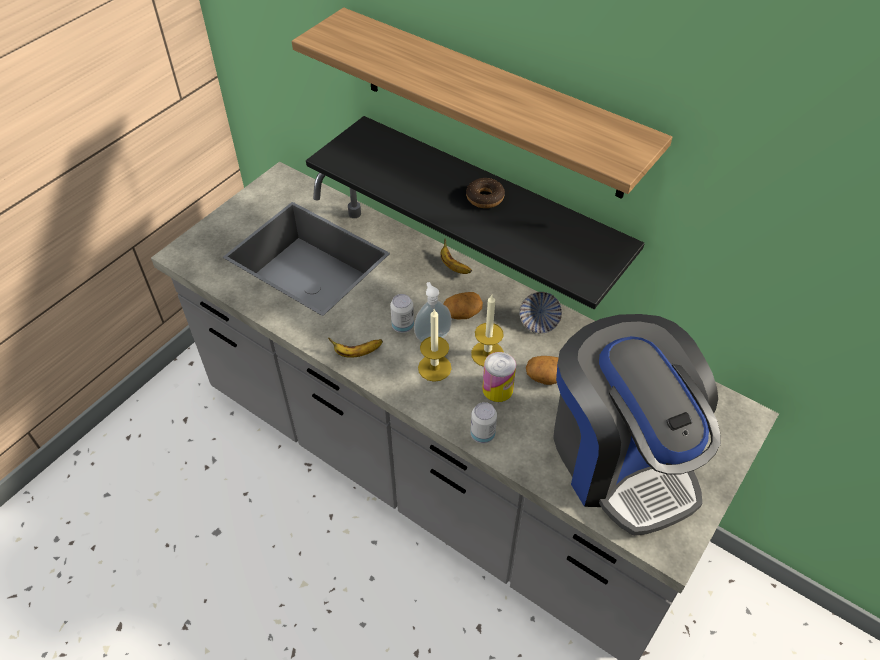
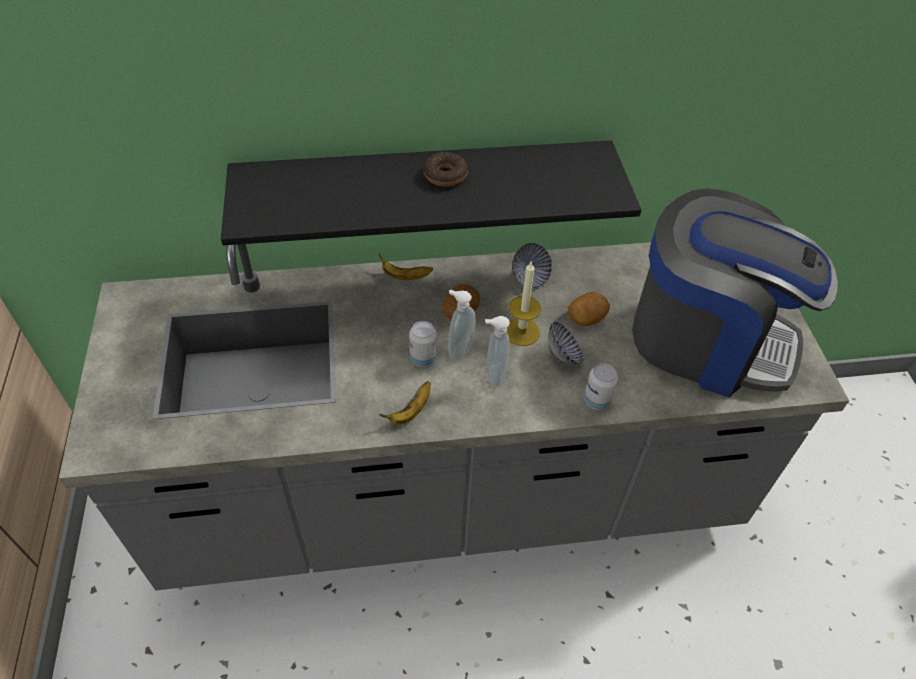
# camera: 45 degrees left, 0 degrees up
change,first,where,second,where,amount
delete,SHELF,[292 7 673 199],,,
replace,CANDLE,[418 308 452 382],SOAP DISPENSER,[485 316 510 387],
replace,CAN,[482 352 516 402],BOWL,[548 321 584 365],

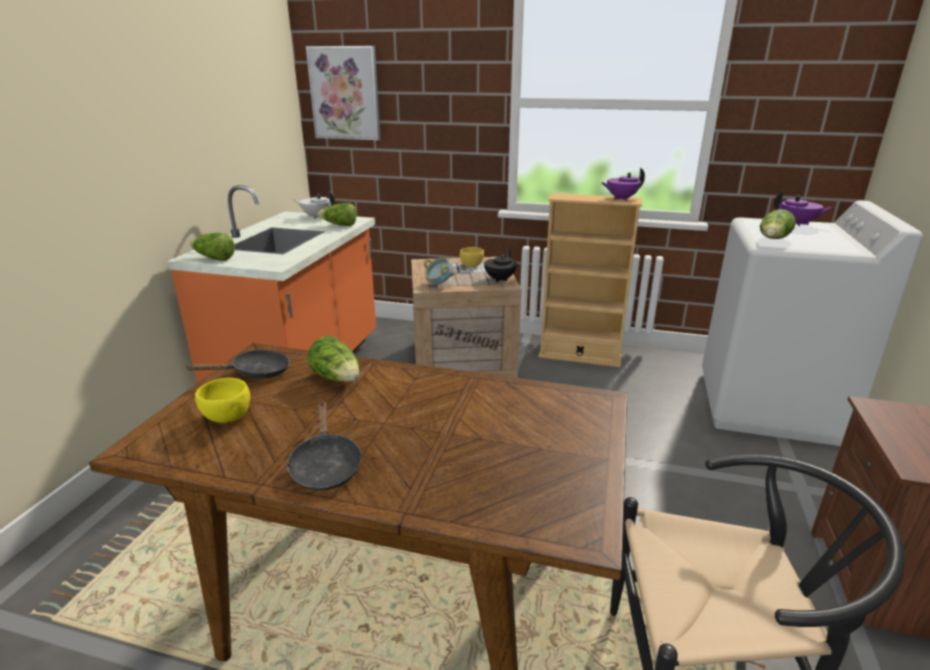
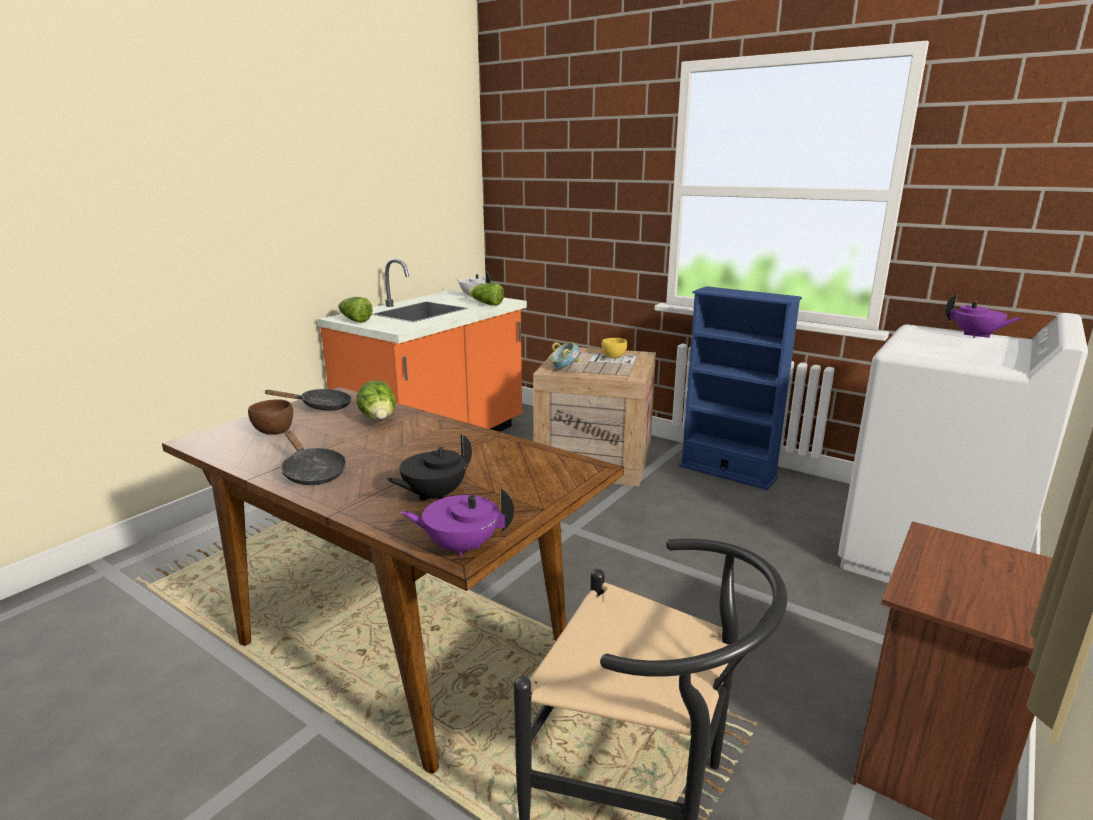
# camera: 20 degrees right, 5 degrees down
change,first,where,second,where,amount
delete,PICTURE,[306 46 381 140],,,
move,PURPLE TEAPOT,[601 168 645 200],,[401 488 514 557],
recolor,BEIGE BOOKCASE,[538 193 642 367],BLUE BOOKCASE,[679 286 802 490],
delete,LETTUCE,[760 209 796 239],,,
move,BLACK TEAPOT,[484 247 517 282],,[386 434 472 501],
recolor,YELLOW BOWL,[195 378 250 423],BROWN BOWL,[248 399 293 435],
rotate,BLACK FRYING PAN,[286 401 363 491],,[281 431 346 485],45 degrees counterclockwise

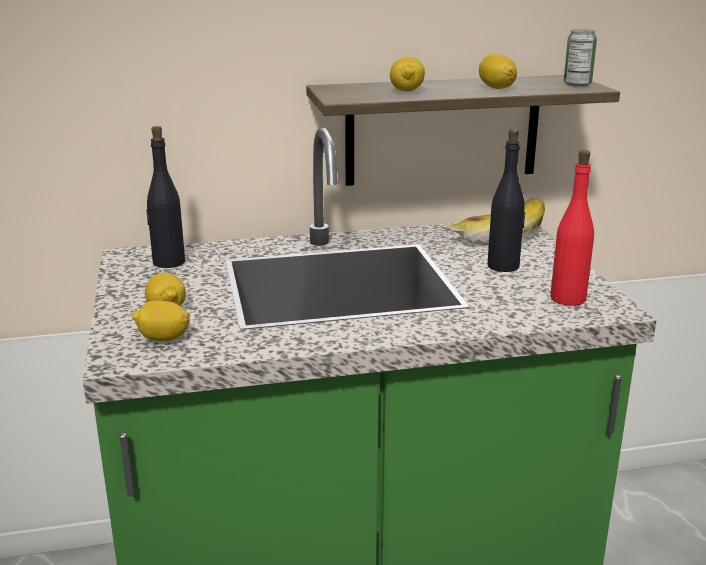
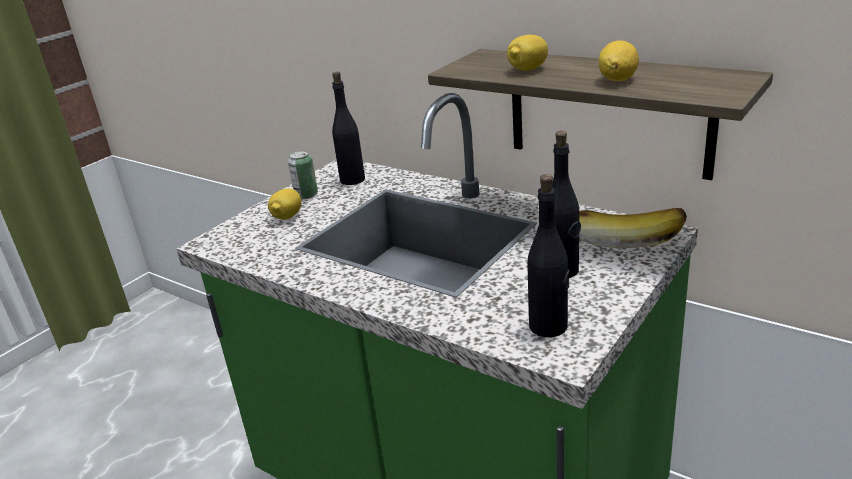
# camera: 50 degrees right, 5 degrees up
change,first,where,second,where,amount
move,CAN,[564 29 597 87],,[288 150 318 199],
recolor,RED BOTTLE,[550 150 594 306],BLACK BOTTLE,[527 174 569 337],
delete,LEMON,[132 300 190 341],,,

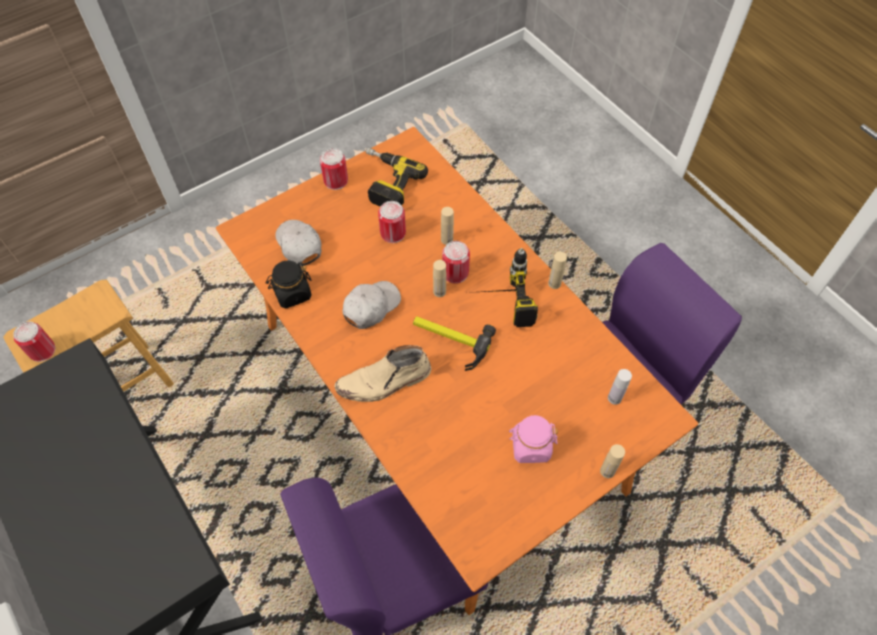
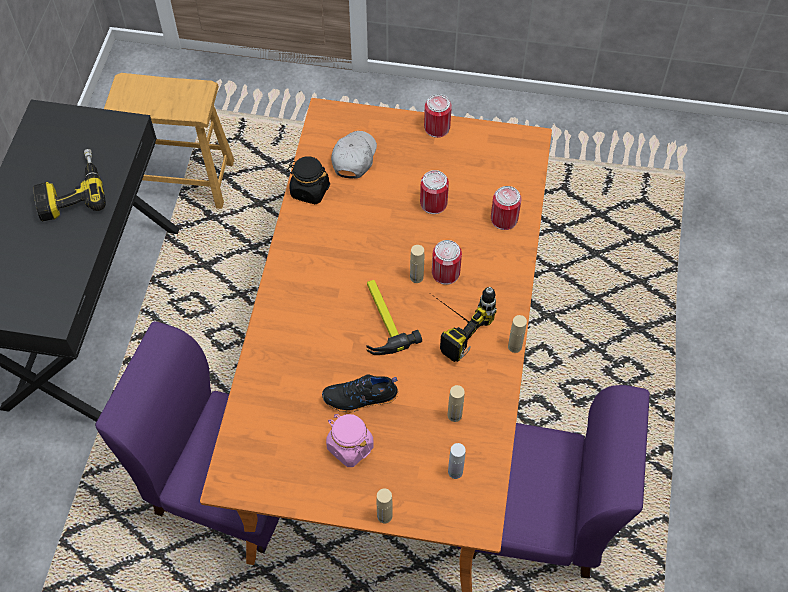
# camera: 45 degrees right, 0 degrees up
change,first,where,second,where,amount
move,POWER DRILL,[366 147 428 207],,[33 149 106 221],
move,BEIGE BOTTLE,[441 207 454 245],,[448 385 465 422],
delete,WHITE CAP,[343 281 401 329],,,
move,CAN,[13 321 55 362],,[491 186 522 230],
delete,BEIGE BOOT,[334 345 431 402],,,
insert,,,BLACK SHOE,[322 374 398 413],

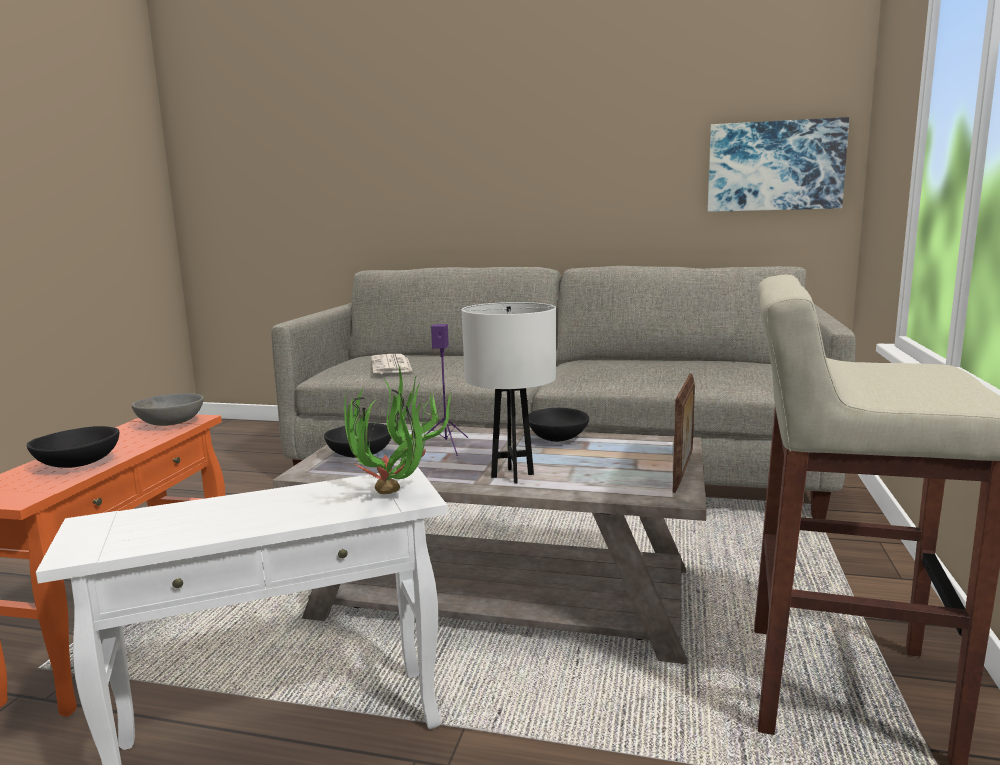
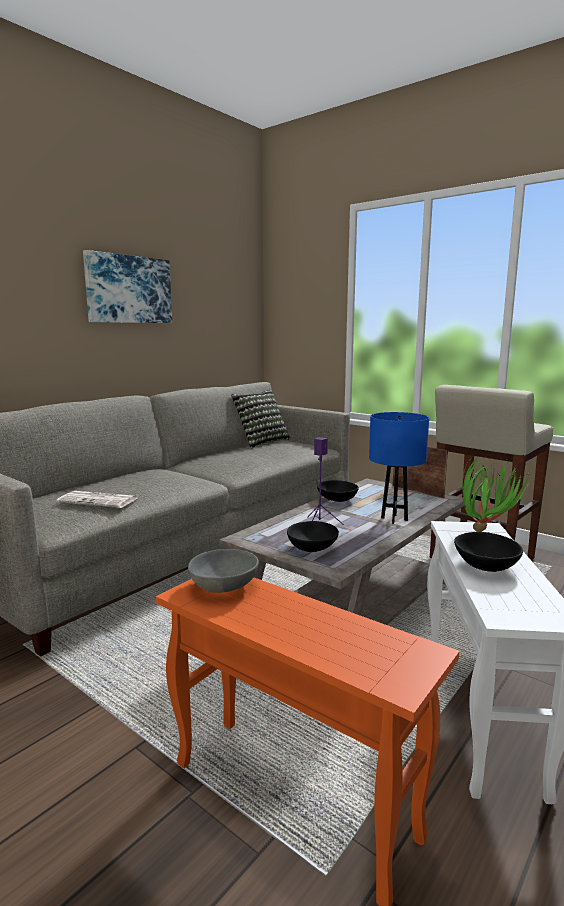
# camera: 65 degrees left, 0 degrees up
change,first,where,second,where,amount
move,PICTURE,[708 117 849 212],,[83 250 172 323],
recolor,WHITE TABLE LAMP,[462 302 556 484],BLUE TABLE LAMP,[369 412 429 524],
move,BLACK BOWL,[27 426 119 468],,[454 532 523 572],
insert,,,PILLOW,[231 389 290 448],

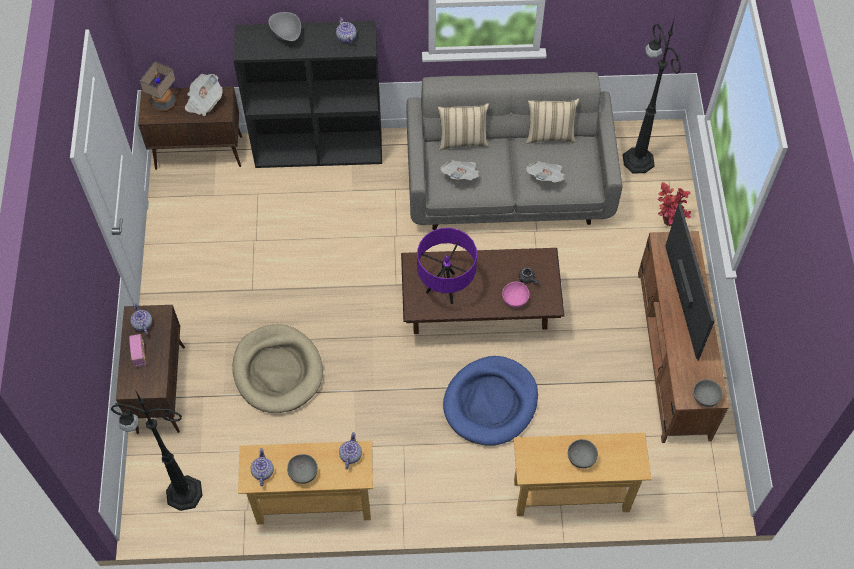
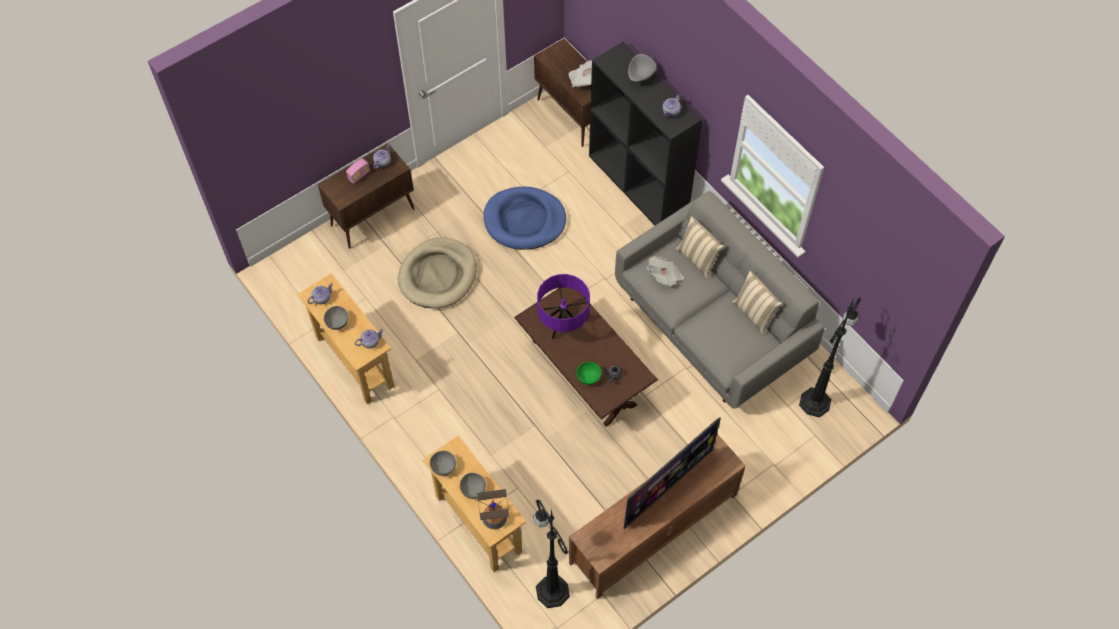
# camera: 55 degrees right, 0 degrees up
change,first,where,second,where,amount
move,TABLE LAMP,[140 61 175 111],,[477 489 509 529],
delete,NEWSPAPER,[526 161 564 183],,,
delete,POTTED PLANT,[658 182 691 226],,,
recolor,PINK BOWL,[502 282 529 308],GREEN BOWL,[577 362 601 385],
move,BLUE DOG BED,[443 356 538 446],,[484 187 566 250],
move,GREY BOWL,[693 379 723 407],,[430 451 456 476],
move,BLACK FLOOR LAMP,[111 391 203 511],,[533 500 570 608],

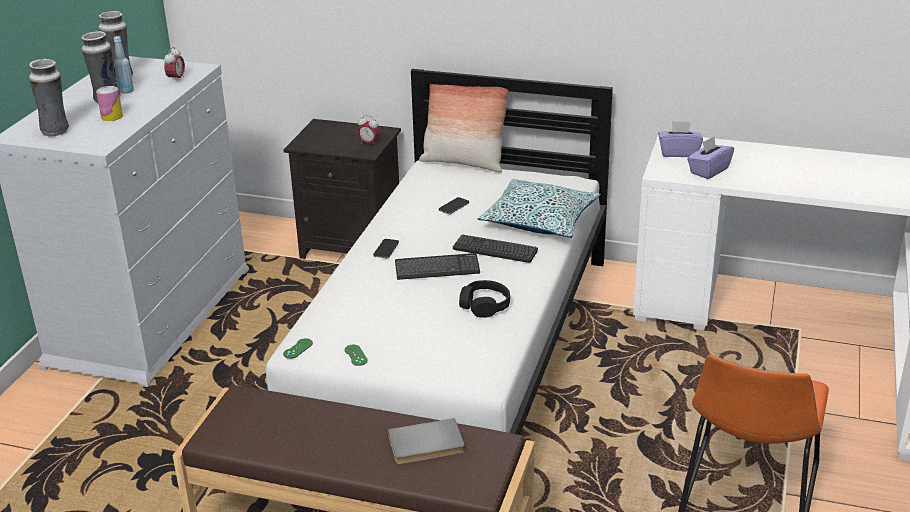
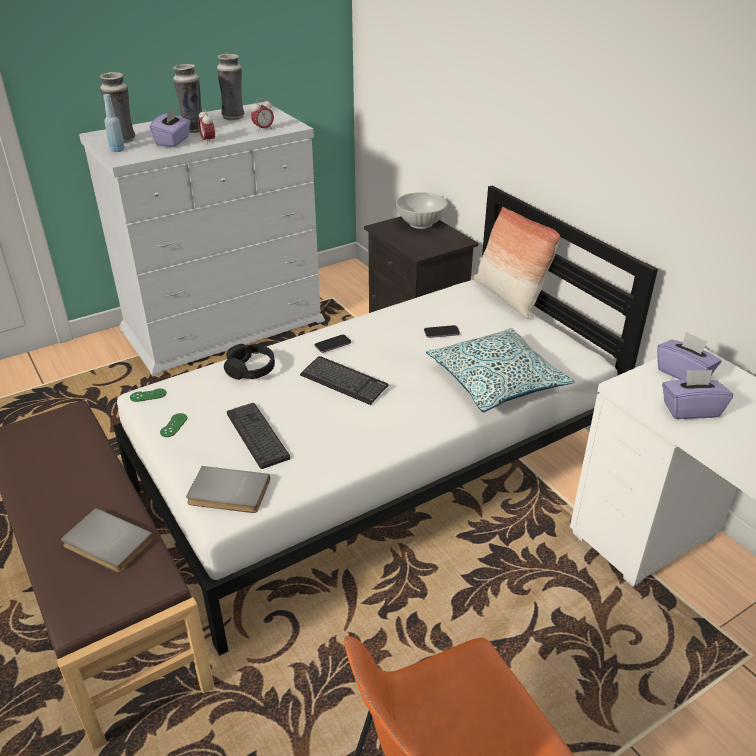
# camera: 40 degrees right, 5 degrees up
change,first,where,second,where,amount
move,BLUE BOTTLE,[114 36 134 93],,[103 94 125 152],
replace,CAN,[96 86 123 121],PURPLE TISSUE BOX,[150 108 191 147],
move,ALARM CLOCK,[357 115 380 146],,[198 109 215 145],
move,KEYBOARD,[453 234 538 263],,[227 403 290 469],
move,BLACK HEADPHONES,[459 280 510 318],,[224 344 275 380],
insert,,,WHITE BOWL,[396 192 448 229],
insert,,,GREY BOOK,[186 466 270 513],

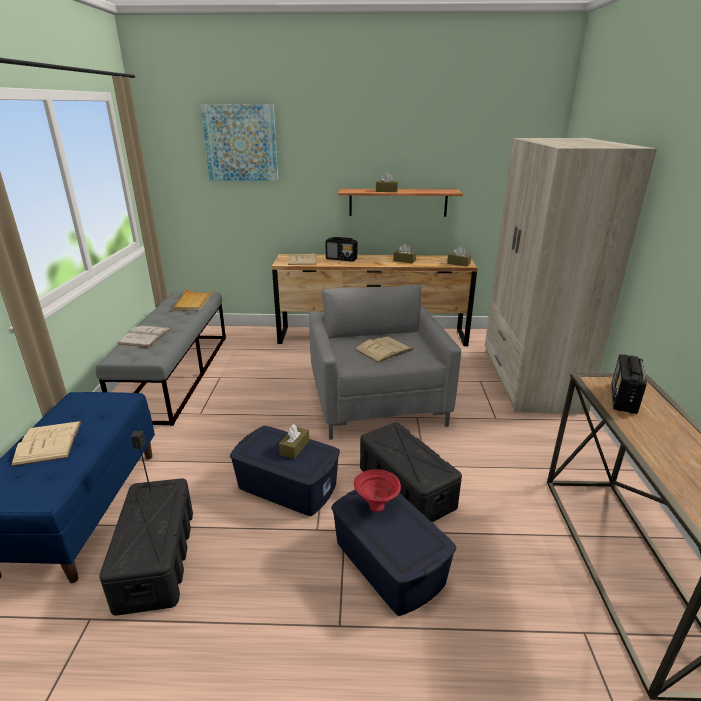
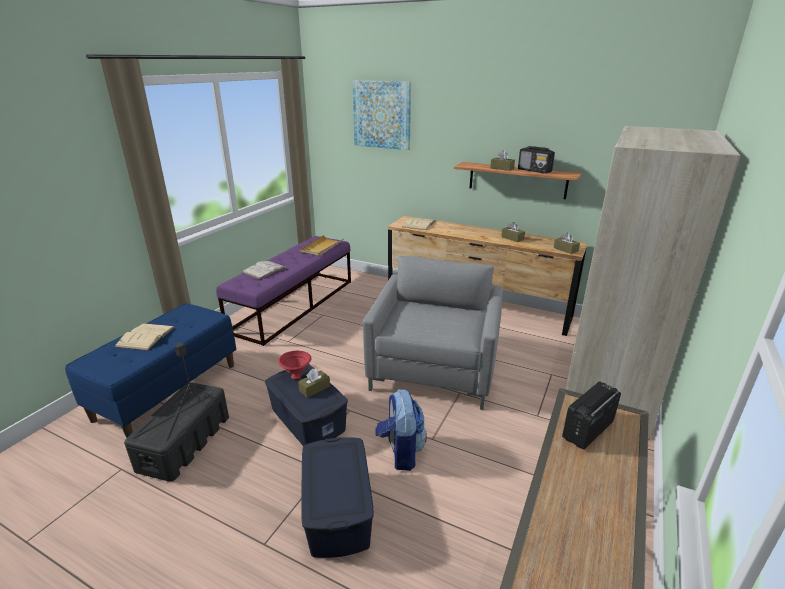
# camera: 25 degrees right, 0 degrees up
change,first,where,second,where,amount
move,RADIO,[325 237 357 262],,[518 146 555 174],
recolor,GREY BENCH,[96 291 226 426],PURPLE BENCH,[216 236 351 346],
delete,BEIGE BOOK,[354 336 413 363],,,
replace,BLACK STORAGE BOX,[360 423 462 522],BACKPACK,[375 389 427 471],
move,RED BOWL,[354 469 401 512],,[278 351 311 380],

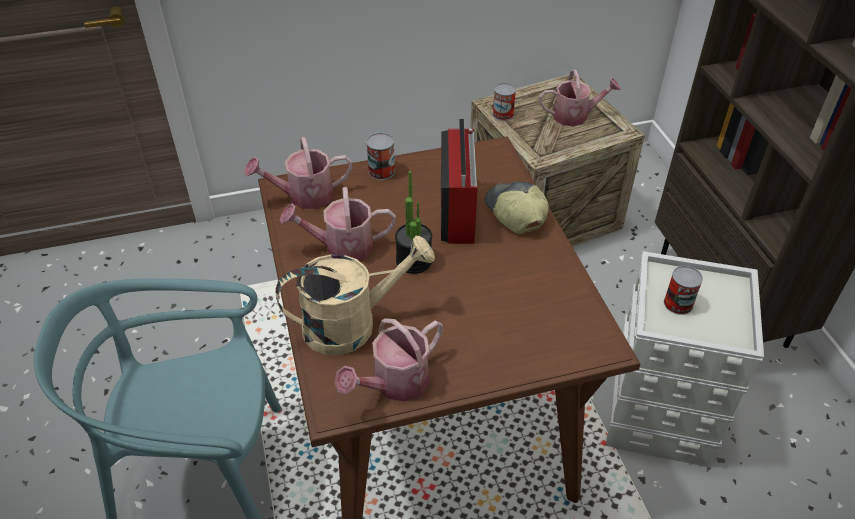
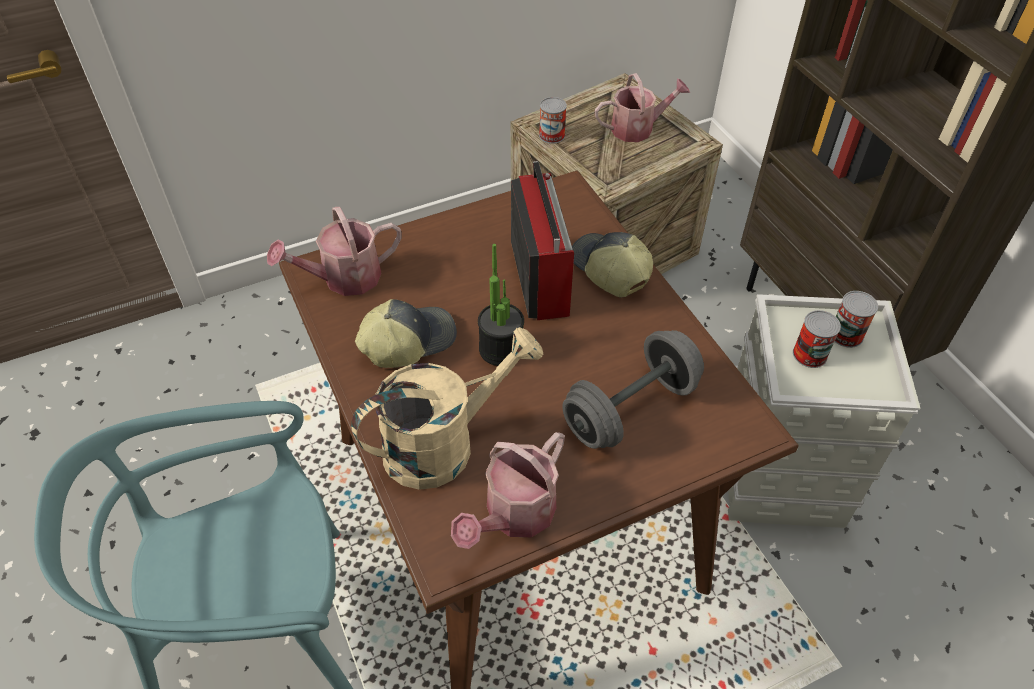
# camera: 10 degrees left, 5 degrees up
change,first,where,second,where,amount
move,CAN,[366 133 395 180],,[835 291 878 348],
replace,WATERING CAN,[280 187 396 260],CAP,[355 299 457 368],
insert,,,GREY DUMBBELL,[562 330 704 449],

